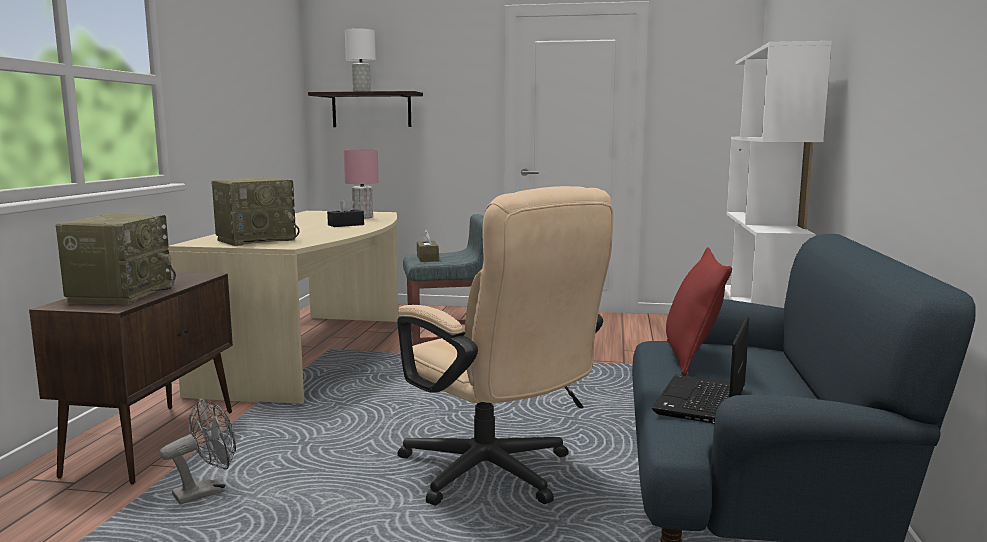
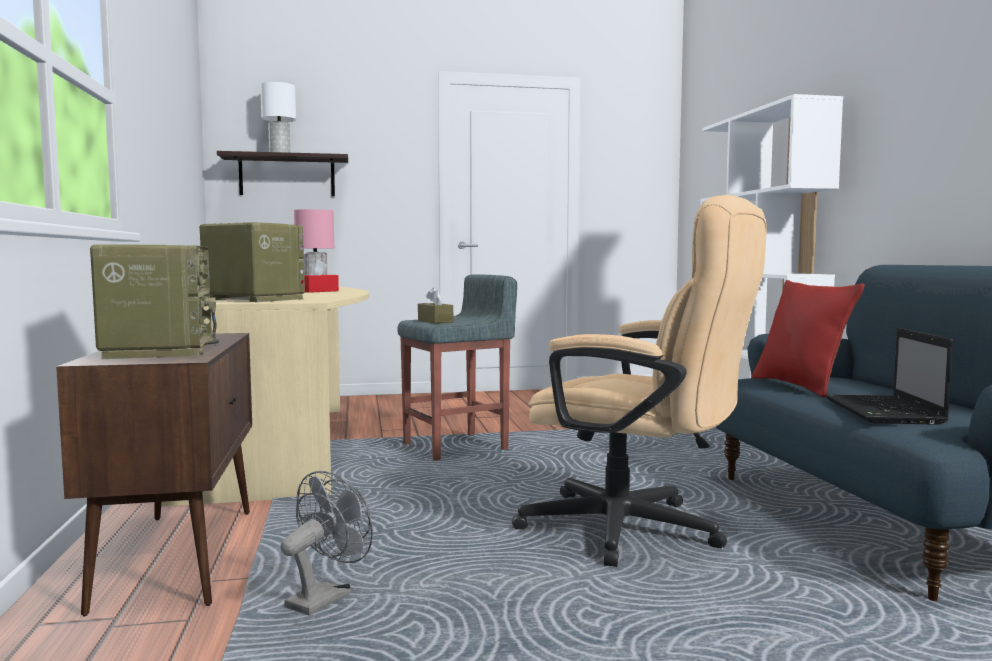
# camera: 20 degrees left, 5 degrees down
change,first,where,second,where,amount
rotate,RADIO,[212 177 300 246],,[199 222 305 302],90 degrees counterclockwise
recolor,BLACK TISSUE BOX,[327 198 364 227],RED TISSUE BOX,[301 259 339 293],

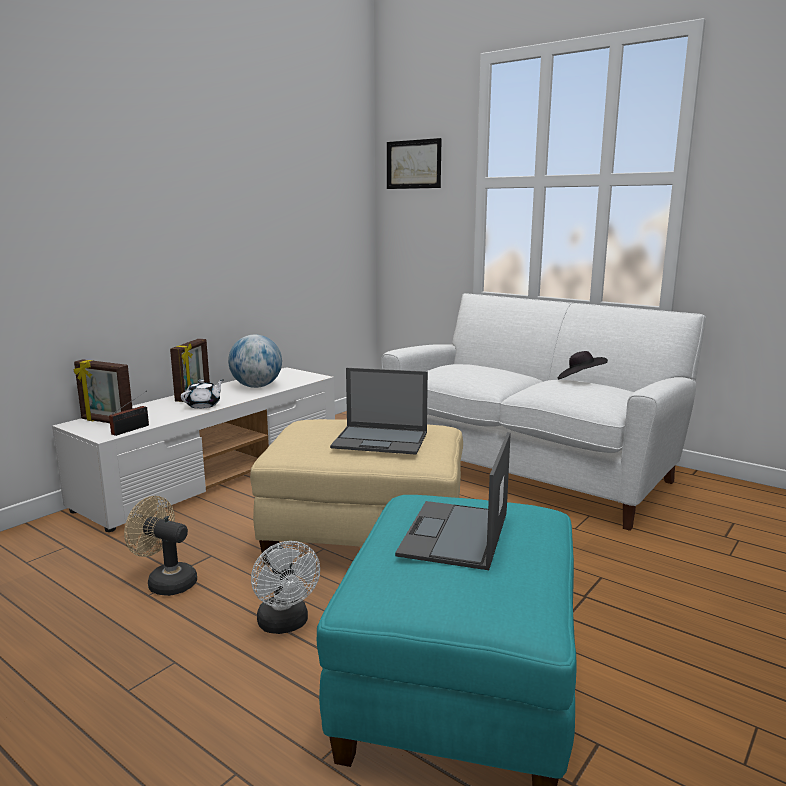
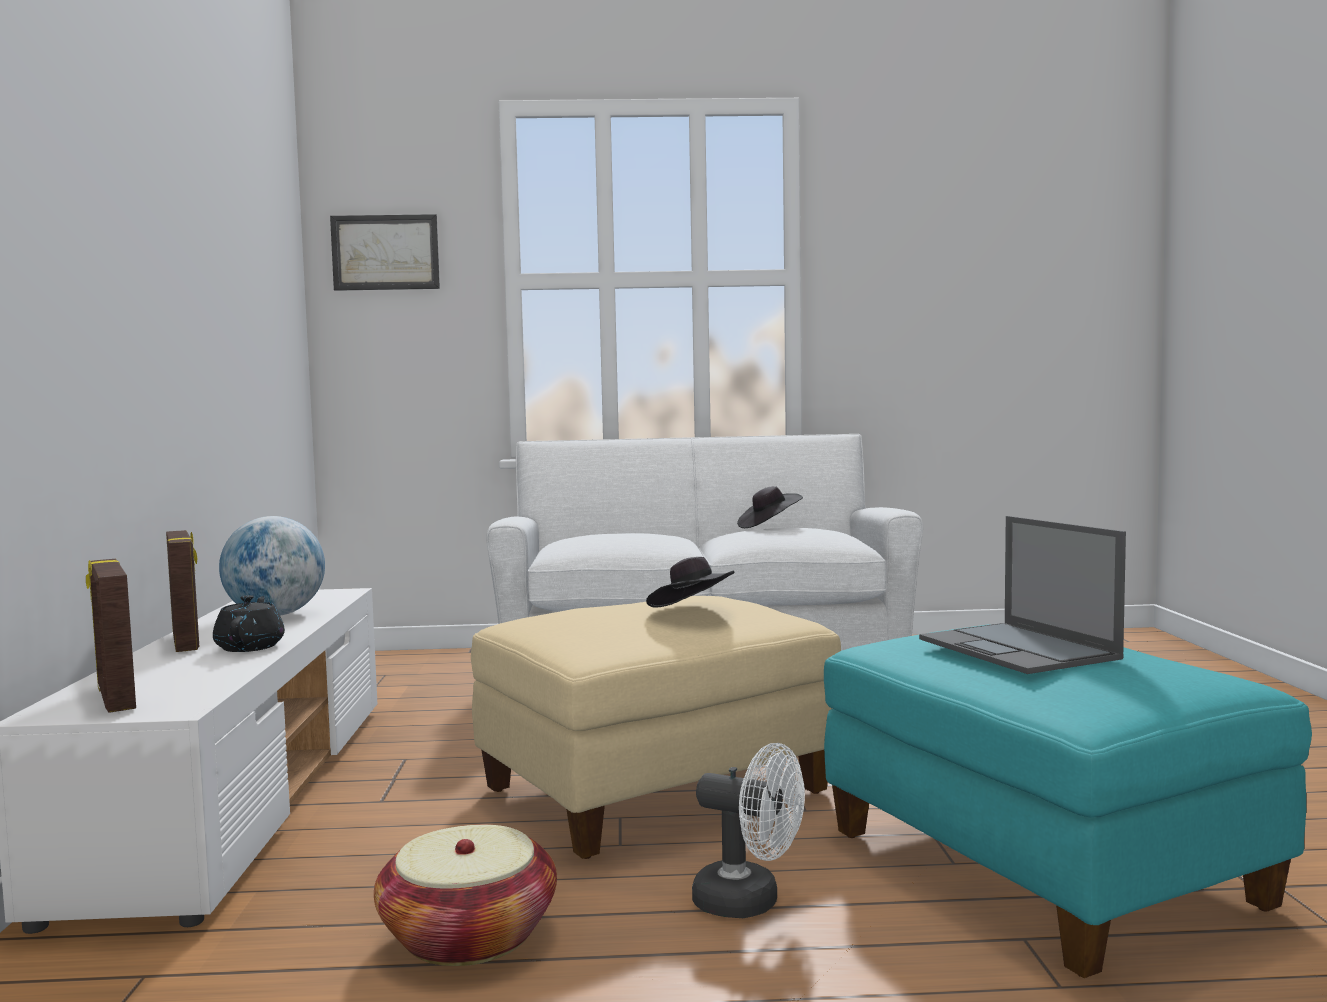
# camera: 40 degrees left, 10 degrees down
change,first,where,second,where,amount
rotate,PICTURE FRAME,[73 360 133 423],,[86 559 136 713],75 degrees clockwise
replace,LAPTOP,[330 368 428 455],BLACK HAT,[646 557 735 608],
recolor,WHITE TEAPOT,[181 379 224 409],BLACK TEAPOT,[213 595 285 652],
delete,RADIO,[109 391 149 436],,,
replace,BEIGE FAN,[124 496 197 596],BASKET,[374 825 557 966],

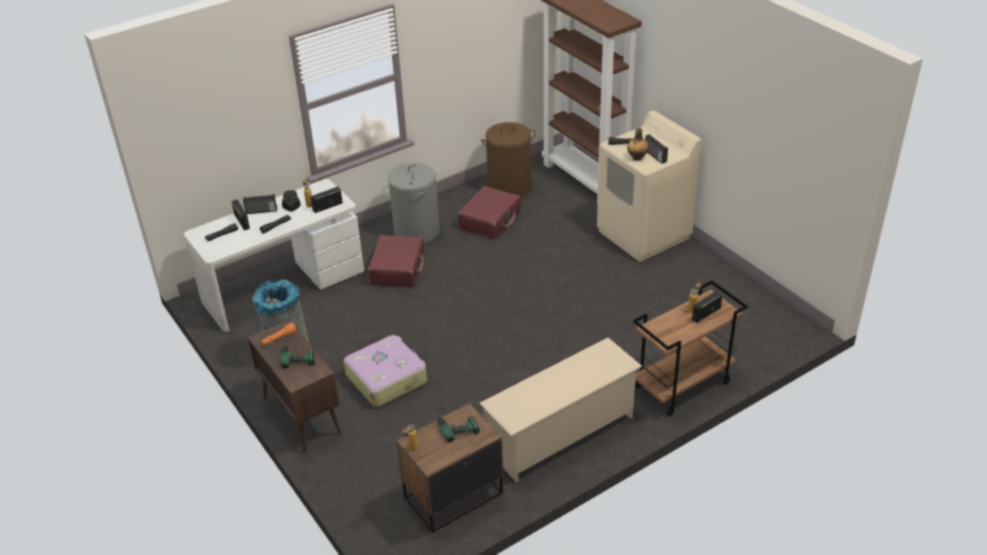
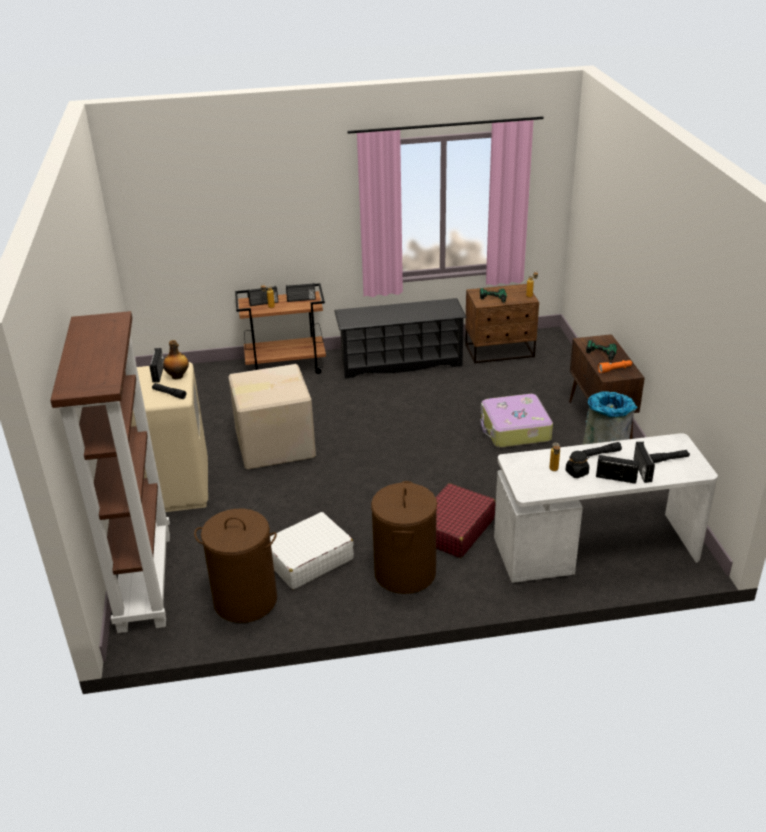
# camera: 155 degrees left, 5 degrees down
change,first,where,second,where,amount
recolor,GREY LAUNDRY BASKET,[388 163 440 244],BROWN LAUNDRY BASKET,[371 481 437 594],
recolor,RED SUITCASE,[457 186 521 239],WHITE SUITCASE,[270 512 354 589],
move,RADIO,[310 187 343 213],,[286 283 316 302],
recolor,BEIGE SHOE RACK,[479 338 642 483],BLACK SHOE RACK,[334 298 467 379],
insert,,,CARDBOARD BOX,[228 364 316 470],

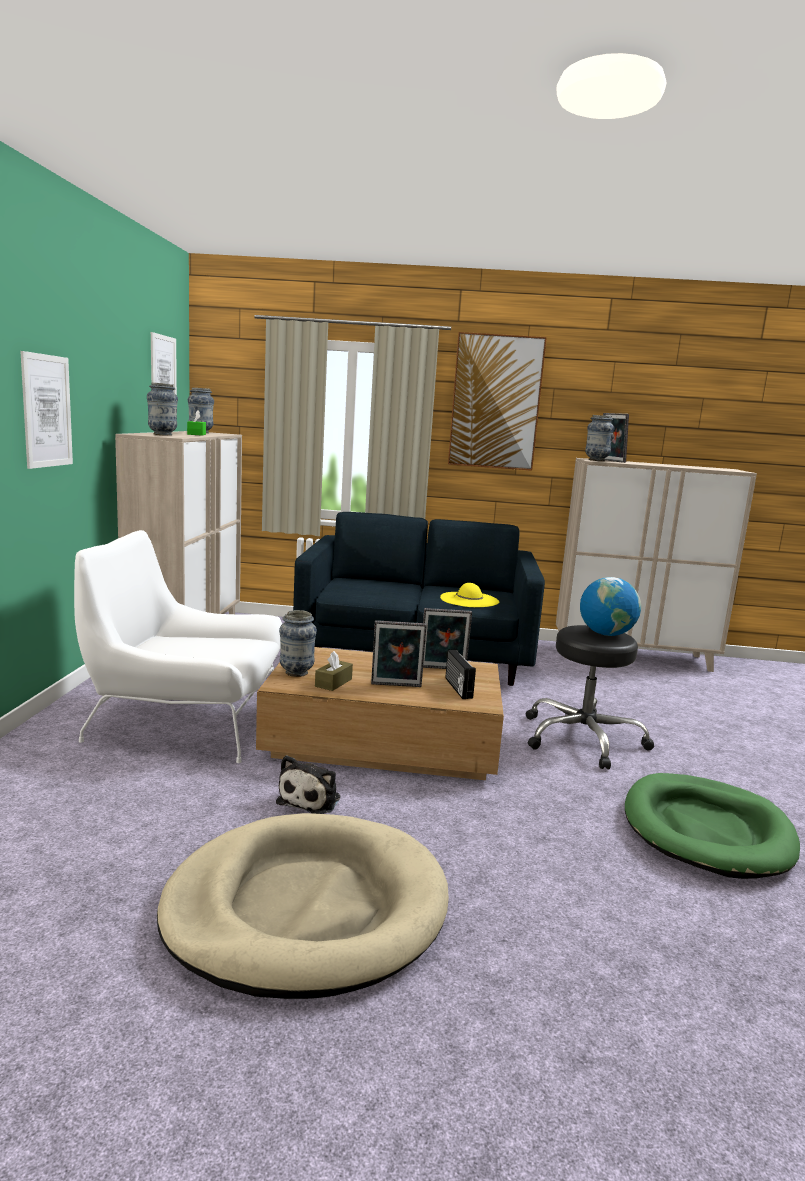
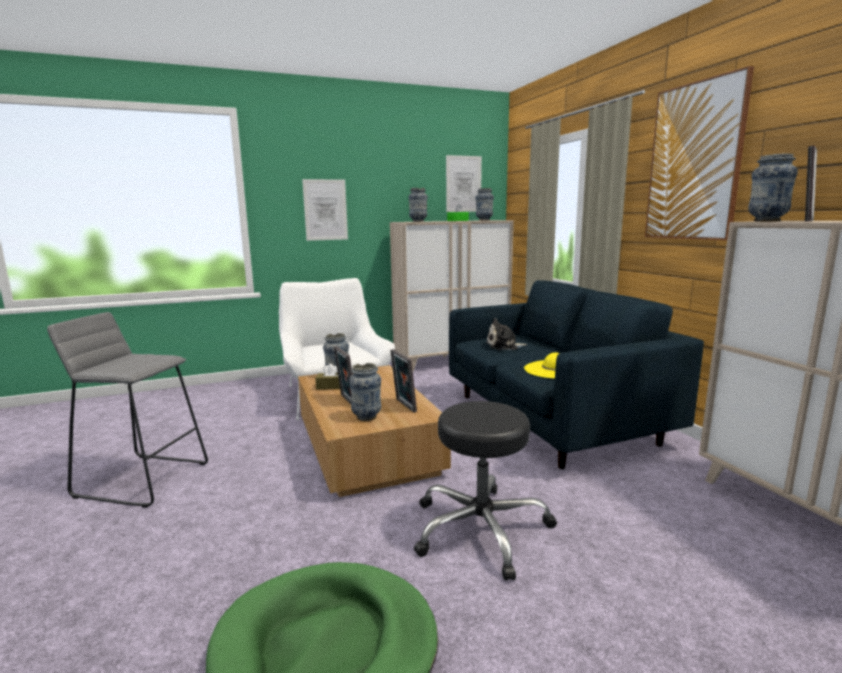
# camera: 65 degrees right, 0 degrees up
change,first,where,second,where,amount
delete,GLOBE,[580 577 641 636],,,
replace,RADIO,[445 650 476 699],VASE,[349 363 381 421],
move,PLUSH TOY,[276 755 340 814],,[486 318 527 350],
replace,BEIGE DOG BED,[157 813 449 999],GREY STOOL,[47 312 208 508],

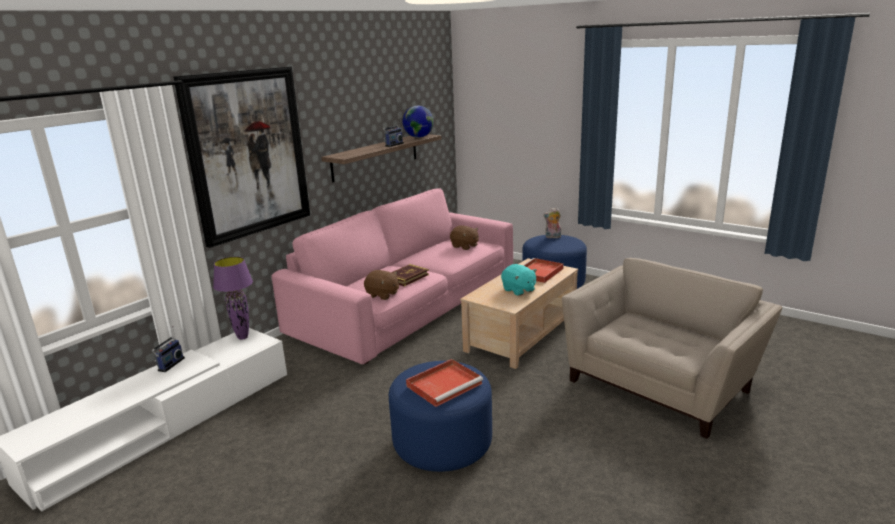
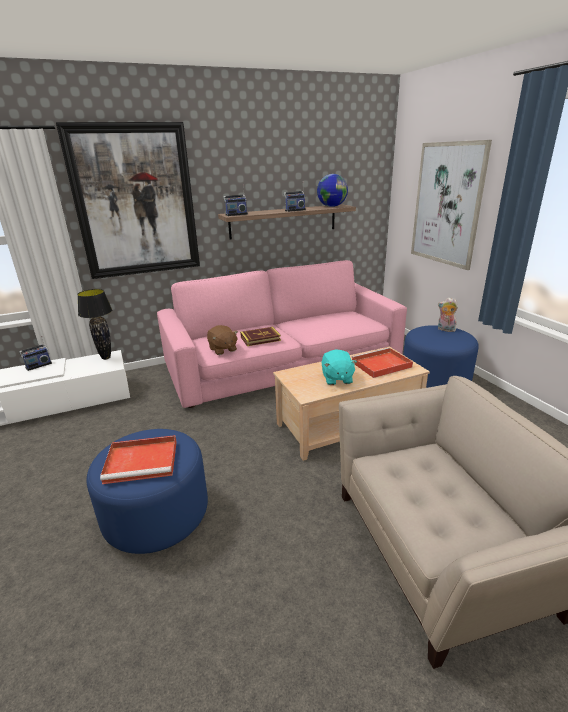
# camera: 30 degrees right, 5 degrees up
change,first,where,second,where,amount
delete,BROWN PLUSH TOY,[450 225 479 250],,,
recolor,PURPLE TABLE LAMP,[213 256 253 340],BLACK TABLE LAMP,[77 289 112 360],
insert,,,PICTURE,[411 140 492 270],
insert,,,RADIO,[223 185 248 216],

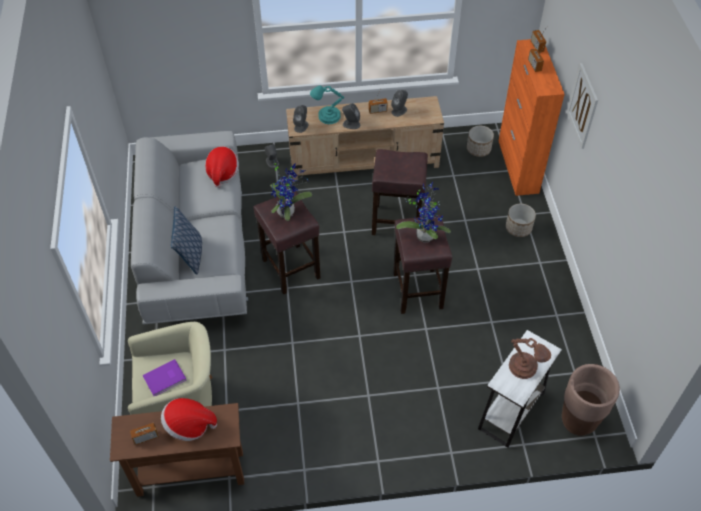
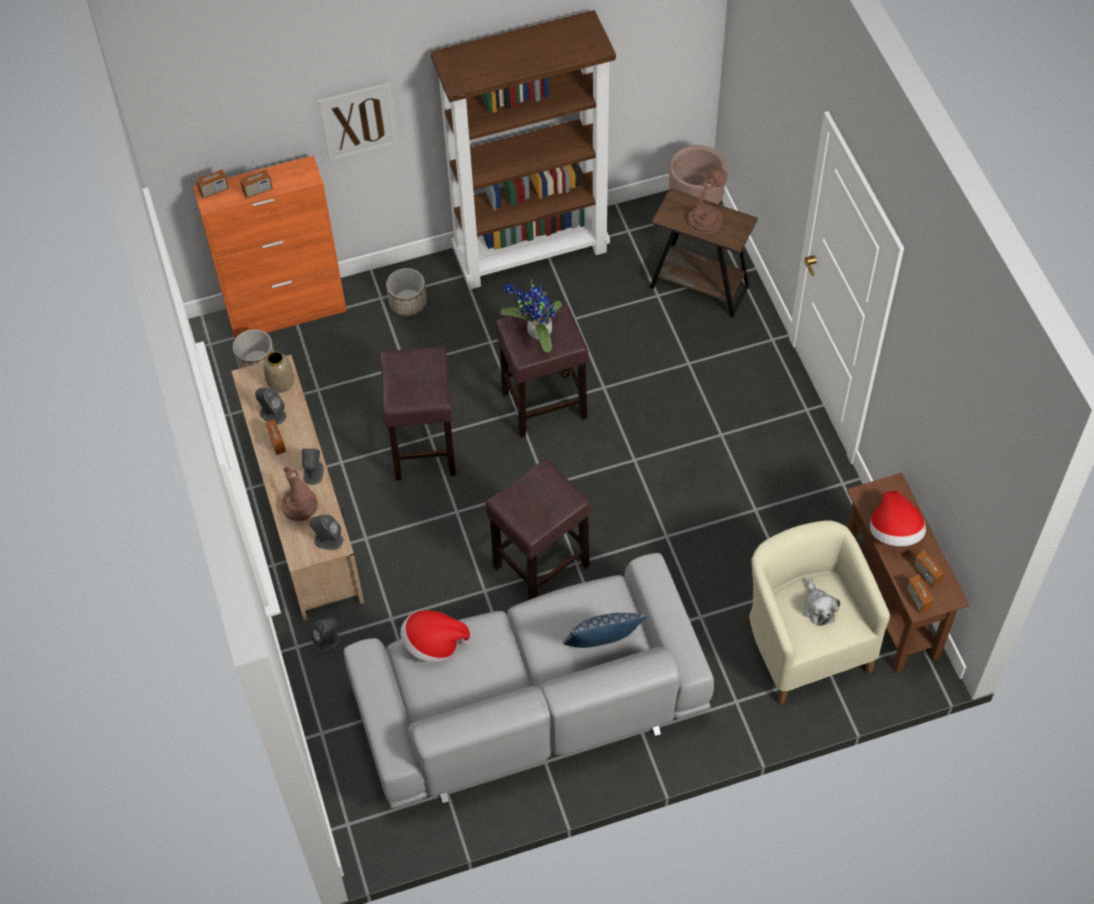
# camera: 100 degrees left, 5 degrees up
change,first,where,second,where,amount
recolor,TURQUOISE TABLE LAMP,[310 85 344 124],BROWN TABLE LAMP,[281 467 318 521],
delete,POTTED PLANT,[270 160 312 221],,,
recolor,WHITE SIDE TABLE,[478 330 562 448],BROWN SIDE TABLE,[649 188 758 317],
replace,PURPLE BOOK,[143 359 186 396],PLUSH TOY,[803 578 840 626],
insert,,,BROWN BOOKCASE,[431 10 616 290],
insert,,,VASE,[264 351 294 393],
insert,,,RADIO,[906 575 934 613],

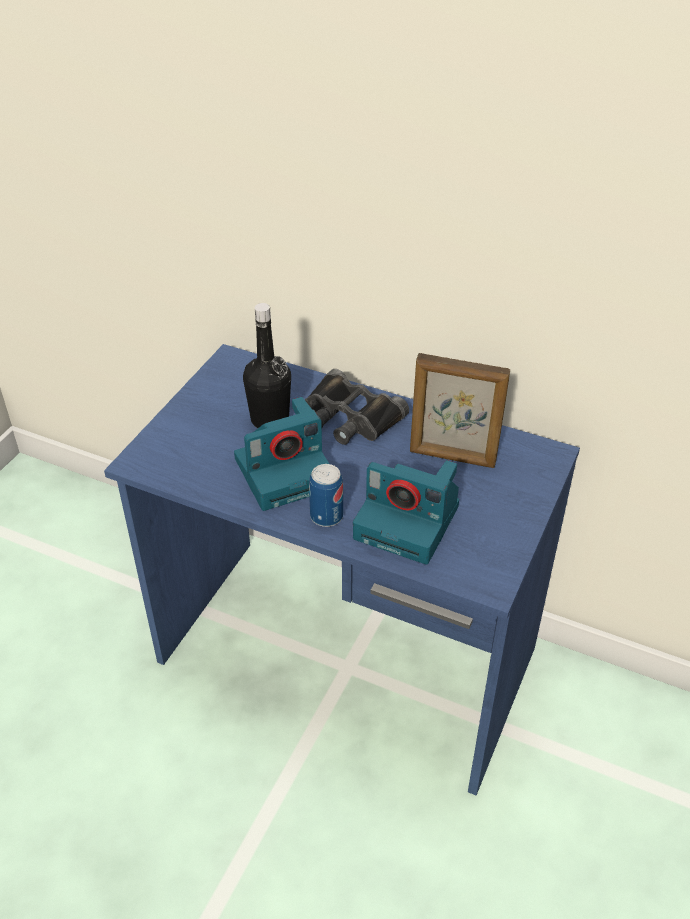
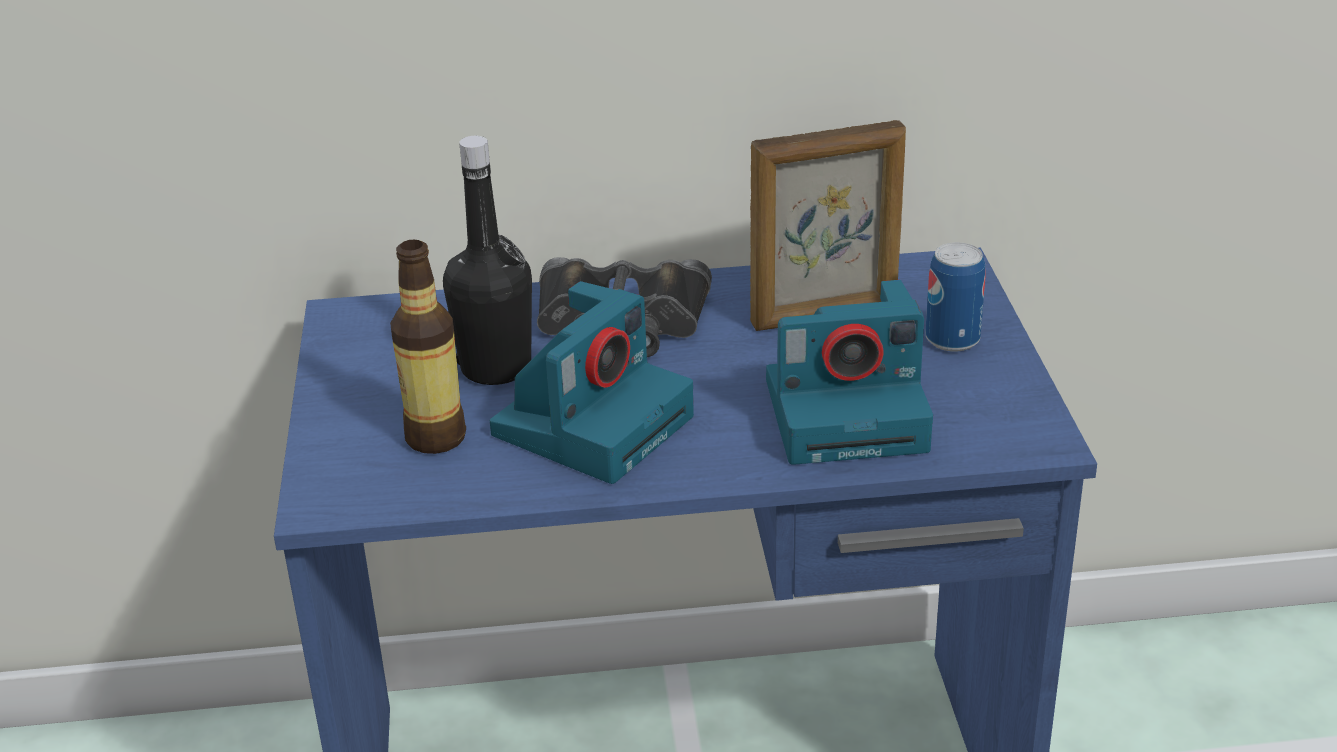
# camera: 30 degrees left, 10 degrees down
change,first,where,second,where,amount
move,CAN,[309 464 343 527],,[926 242 986 352],
insert,,,BOTTLE,[390 240 466 454],

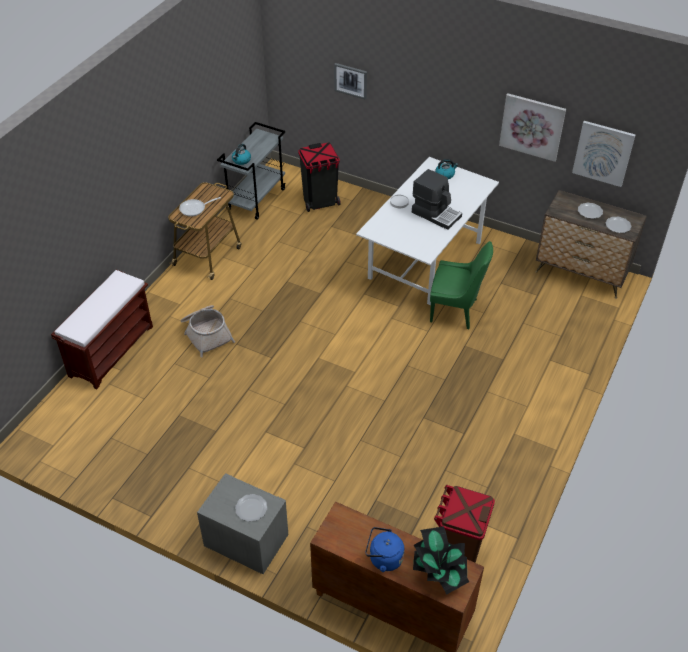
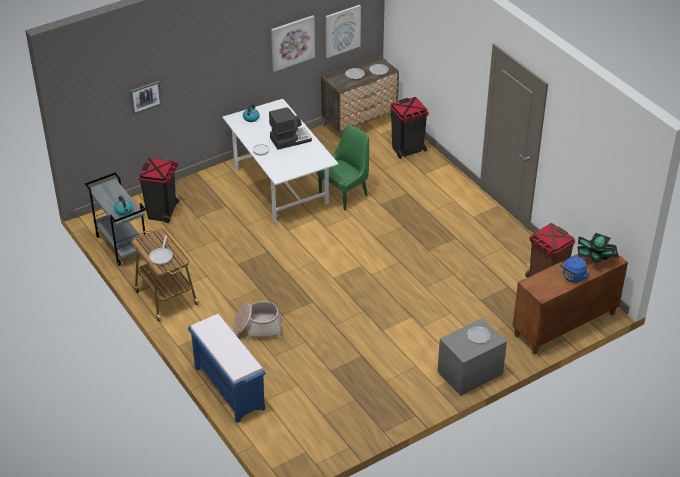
# camera: 60 degrees left, 5 degrees down
change,first,where,second,where,amount
recolor,BROWN BENCH,[51 270 153 390],BLUE BENCH,[188 314 266 423],
insert,,,BLACK TRASH CAN,[390 97 429 159],

